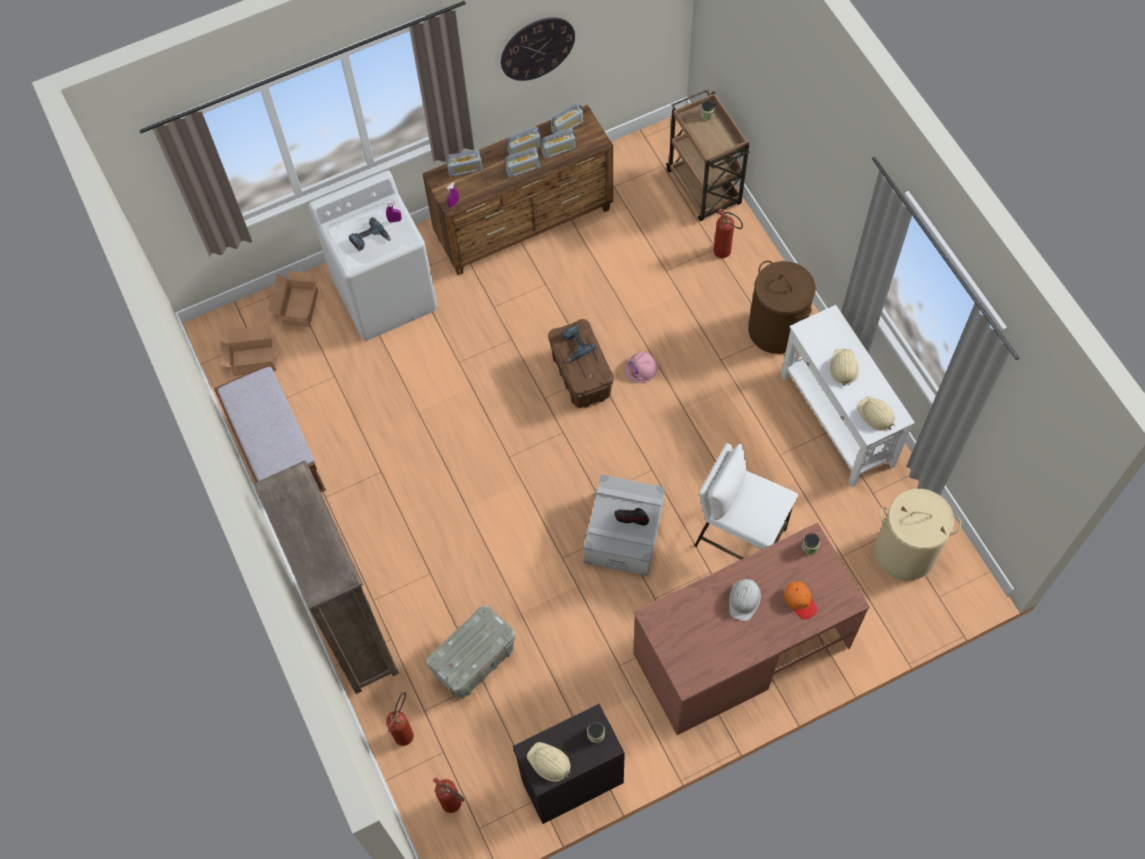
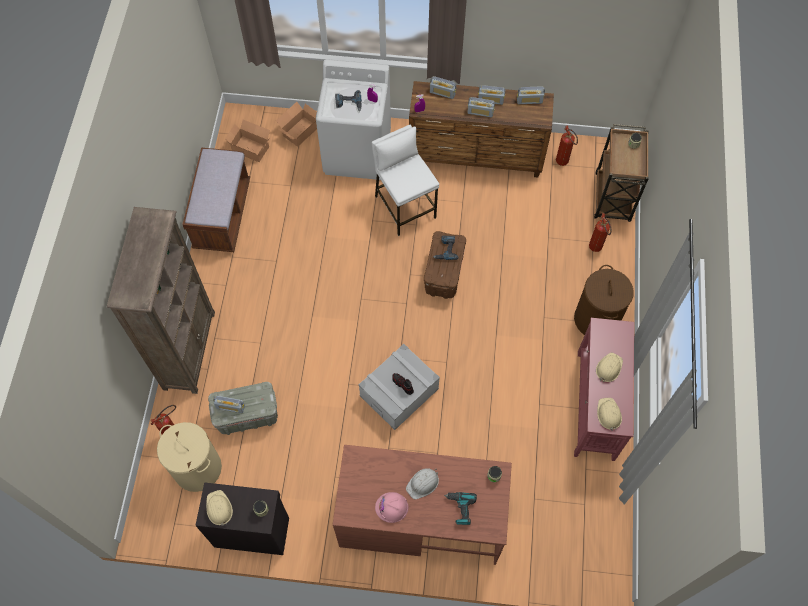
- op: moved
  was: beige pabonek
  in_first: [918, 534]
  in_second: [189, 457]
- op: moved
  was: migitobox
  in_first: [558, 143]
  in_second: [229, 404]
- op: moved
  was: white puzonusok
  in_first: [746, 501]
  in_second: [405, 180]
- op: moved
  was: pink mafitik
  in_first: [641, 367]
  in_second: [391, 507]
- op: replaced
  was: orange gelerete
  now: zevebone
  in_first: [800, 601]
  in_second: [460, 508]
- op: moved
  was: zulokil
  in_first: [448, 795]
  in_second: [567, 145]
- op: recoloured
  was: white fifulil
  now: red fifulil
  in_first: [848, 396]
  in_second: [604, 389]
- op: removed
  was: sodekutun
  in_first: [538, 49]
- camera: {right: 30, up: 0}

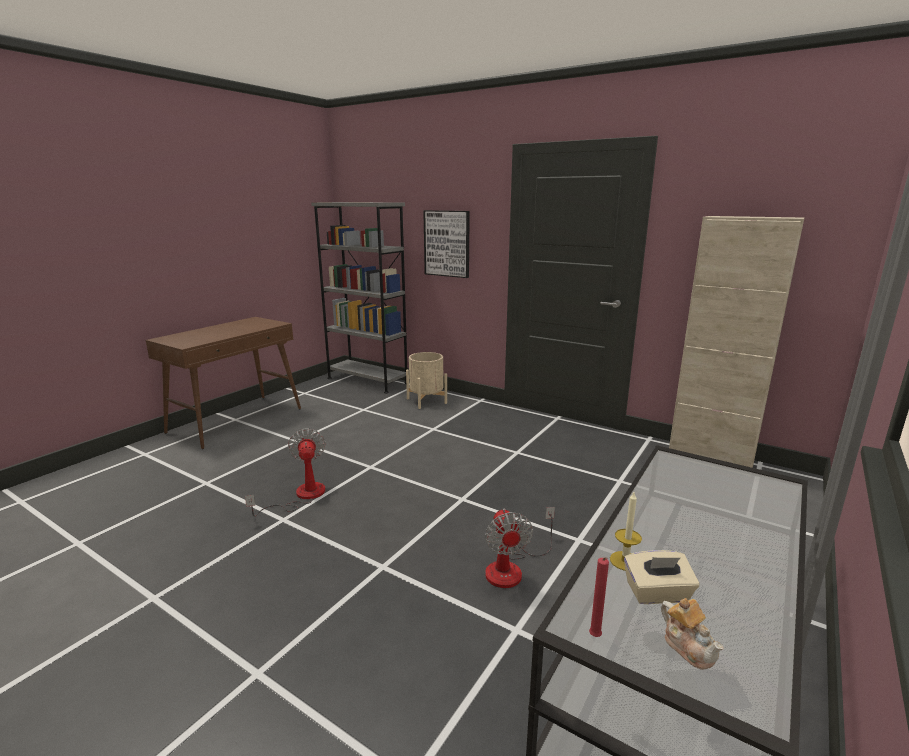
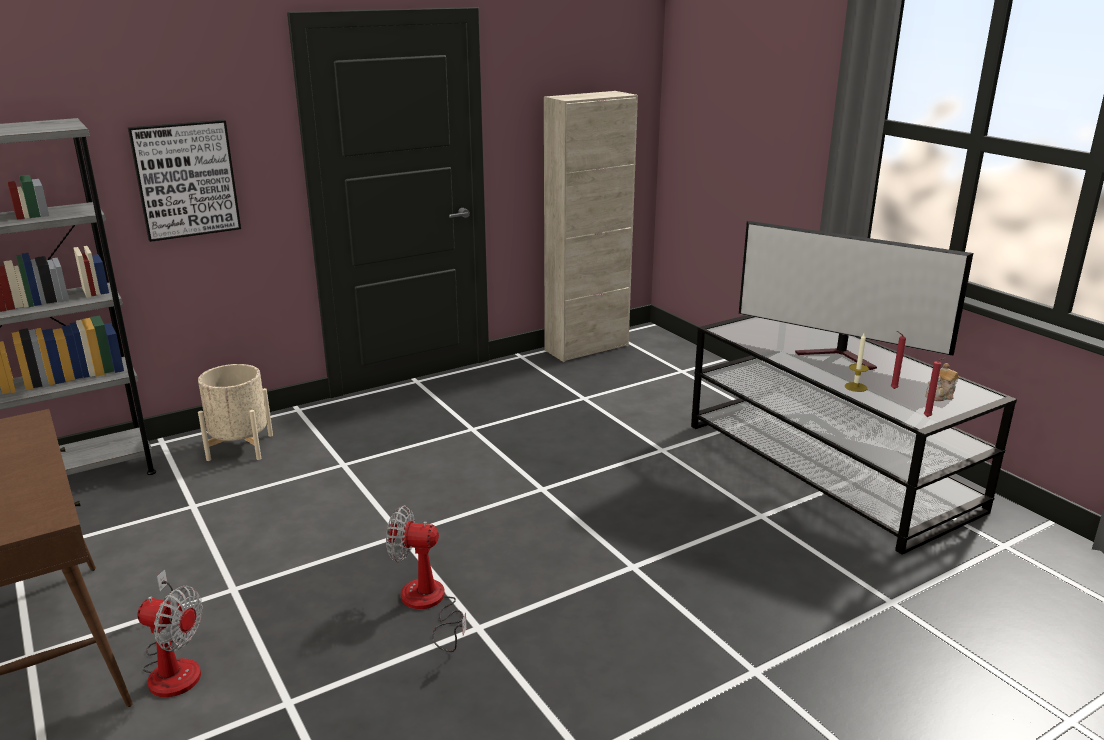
- op: moved
  was: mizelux
  in_first: [520, 547]
  in_second: [170, 633]
- op: added
  now: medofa
  in_second: [856, 295]
- op: replaced
  was: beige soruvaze
  now: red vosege
  in_first: [661, 577]
  in_second: [898, 360]
- op: turned
  was: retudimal
  in_first: [692, 634]
  in_second: [942, 382]
  clockwise: 150
- camera: {right: -65, up: 5}

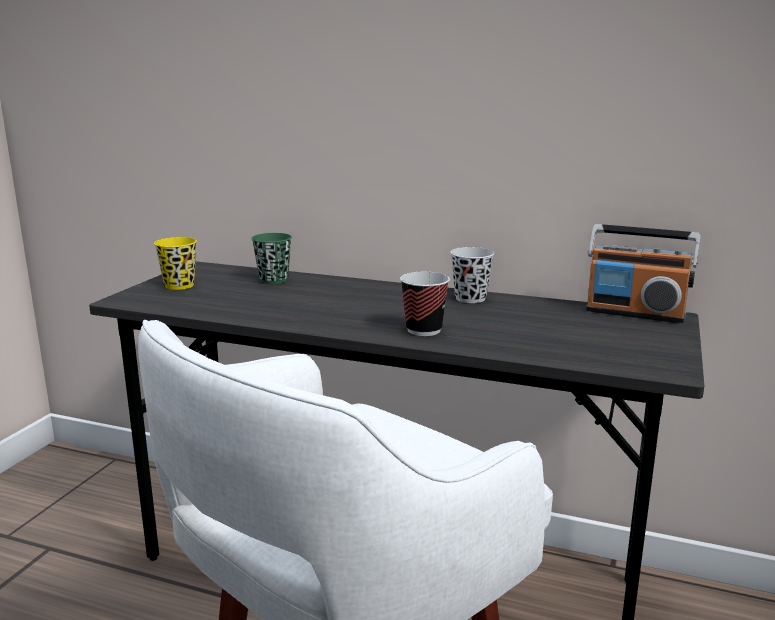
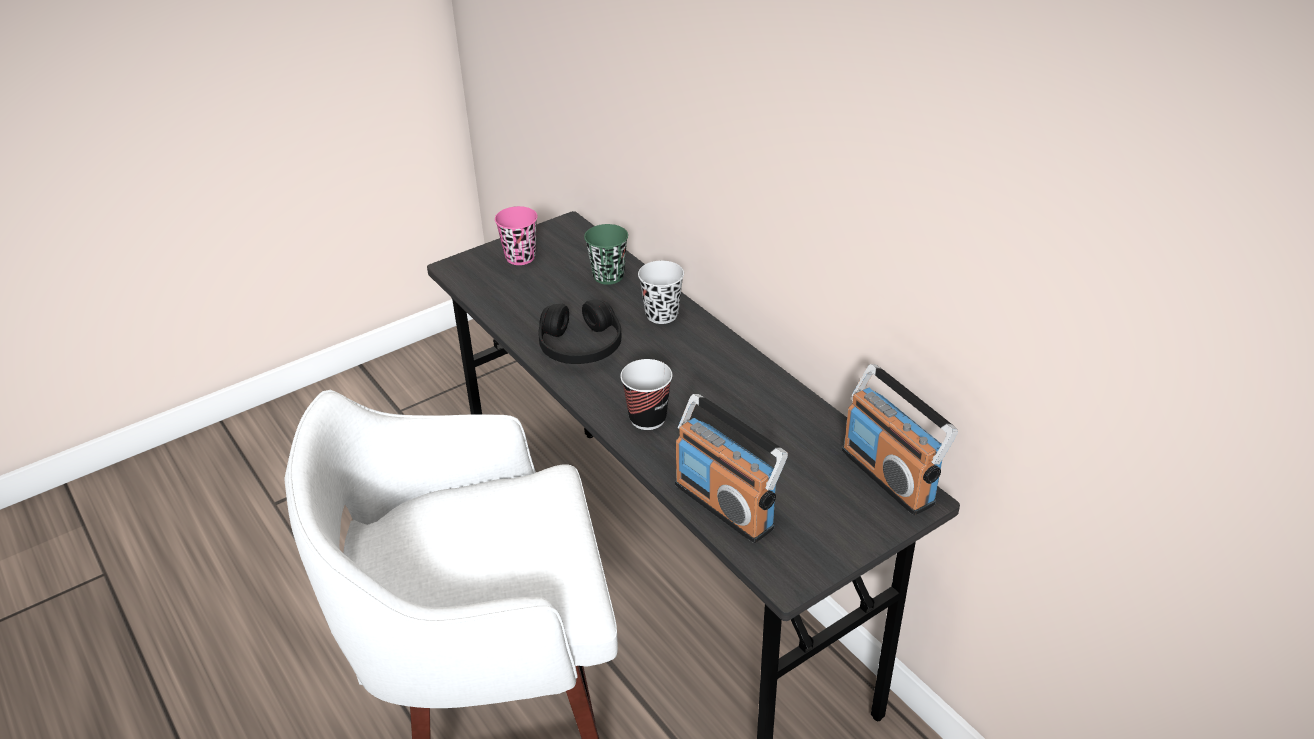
- op: recoloured
  was: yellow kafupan
  now: pink kafupan
  in_first: [175, 263]
  in_second: [516, 235]
- op: added
  now: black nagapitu
  in_second: [580, 331]
- op: moved
  was: black kafupan
  in_first: [472, 275]
  in_second: [661, 292]
- op: added
  now: migitobox
  in_second: [731, 468]
- camera: {right: 35, up: 20}

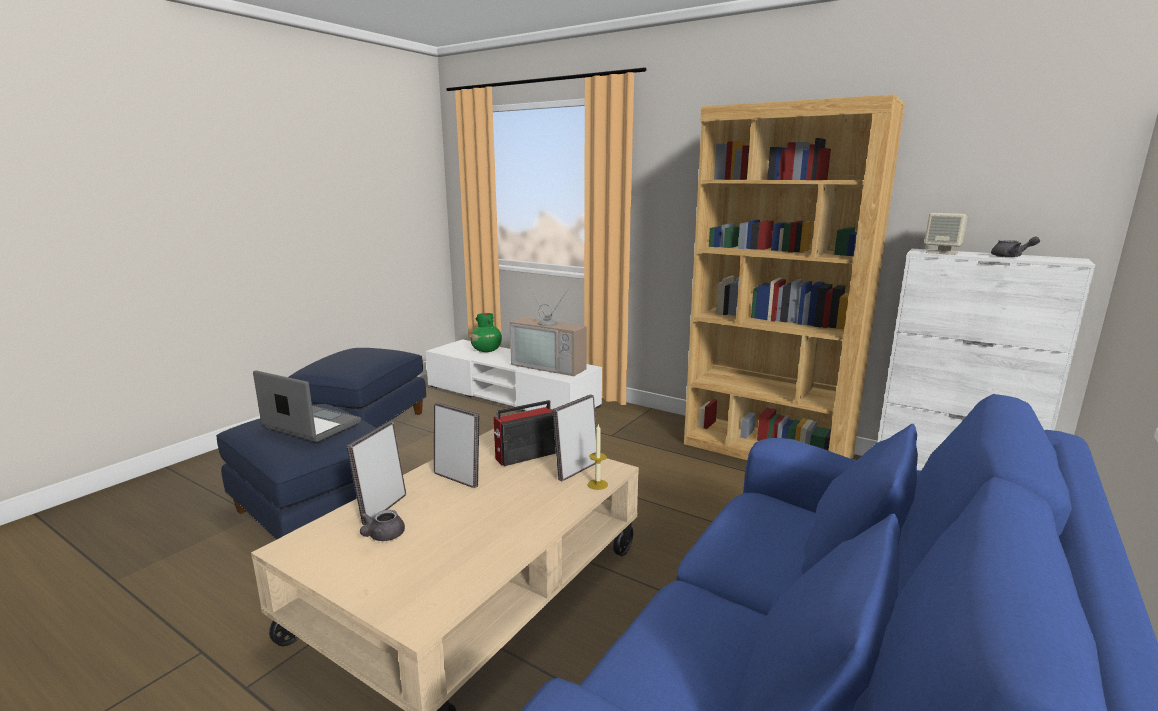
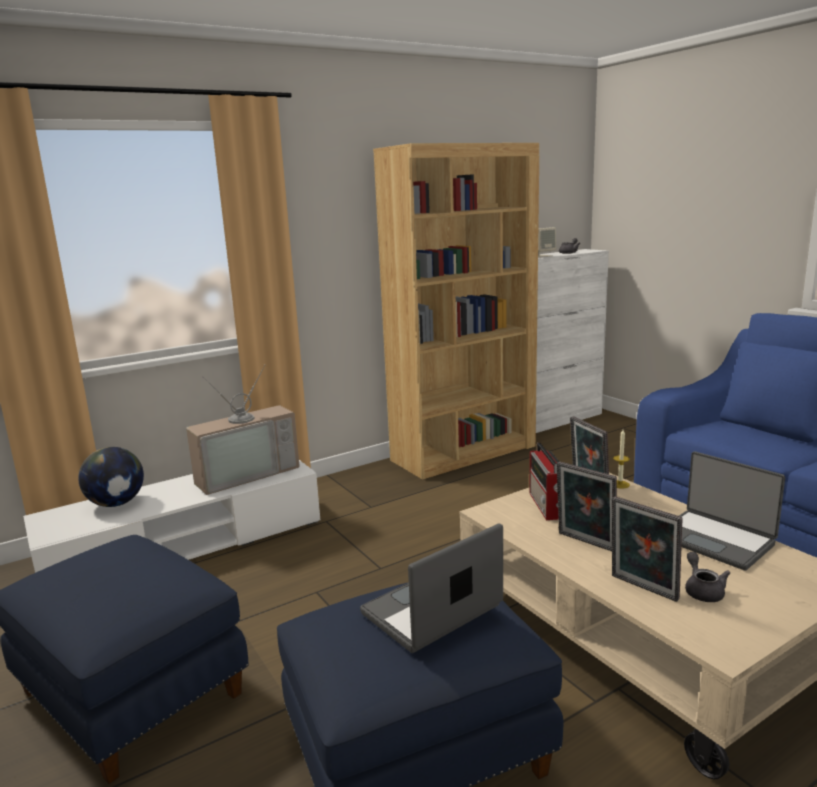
- op: replaced
  was: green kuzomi
  now: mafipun
  in_first: [486, 332]
  in_second: [111, 477]
- op: turned
  was: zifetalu
  in_first: [456, 445]
  in_second: [587, 506]
  clockwise: -105
- op: added
  now: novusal
  in_second: [732, 511]
- op: turned
  was: grey retudimal
  in_first: [382, 525]
  in_second: [707, 577]
  clockwise: -135
- camera: {right: -65, up: 0}

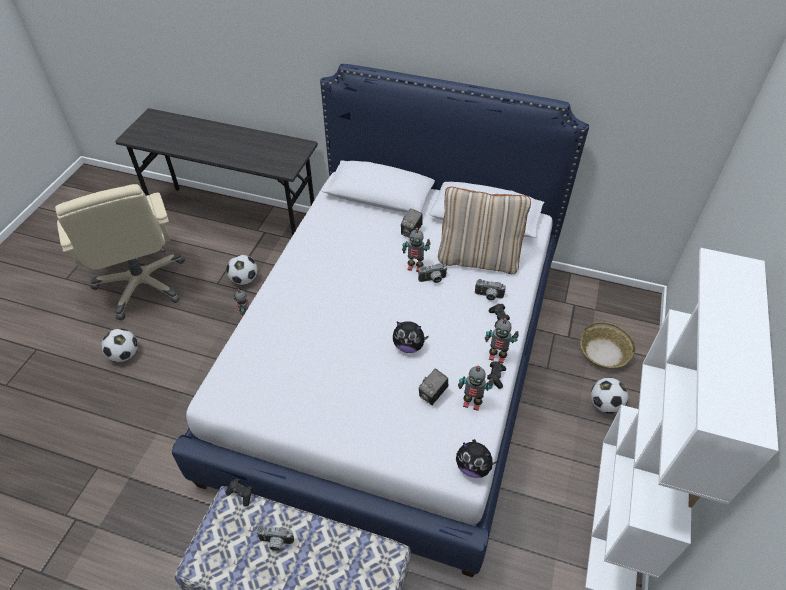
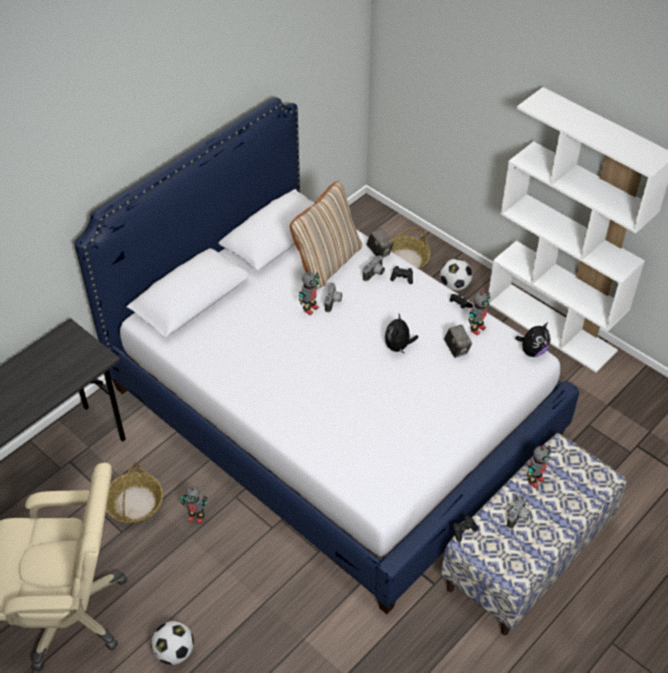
- op: replaced
  was: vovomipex
  now: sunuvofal
  in_first: [242, 270]
  in_second: [134, 492]
- op: moved
  was: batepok
  in_first: [412, 223]
  in_second: [380, 243]
- op: turned
  was: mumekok
  in_first: [411, 337]
  in_second: [401, 334]
  clockwise: 150
- op: moved
  was: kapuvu
  in_first: [502, 341]
  in_second: [539, 466]
- camera: {right: -65, up: 0}

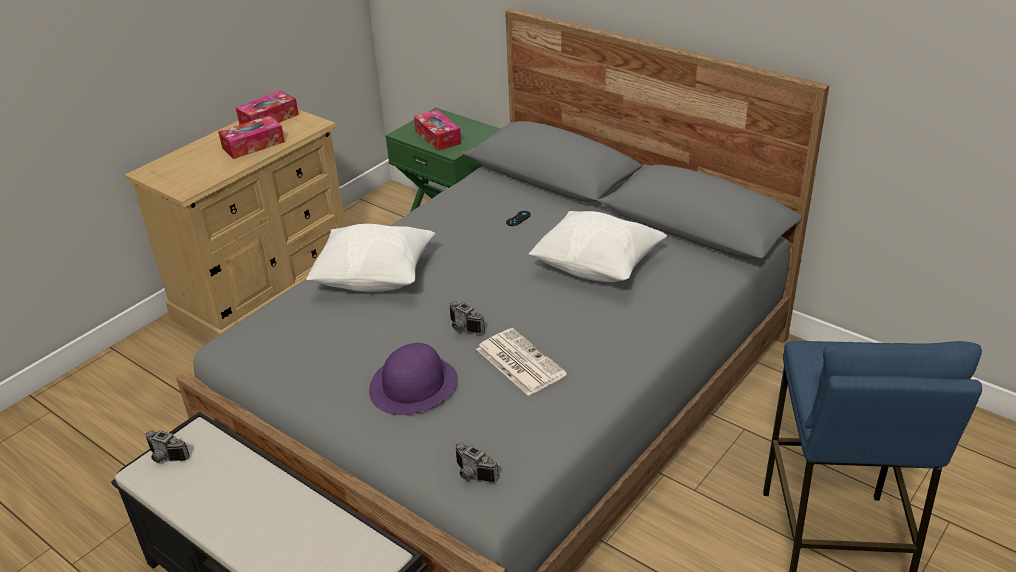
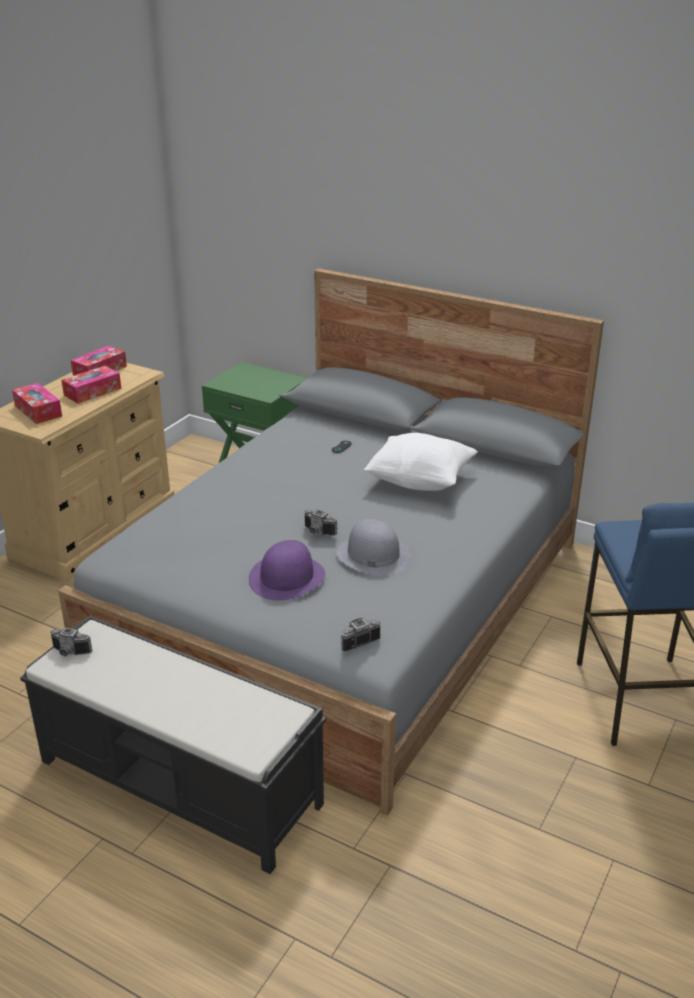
- op: moved
  was: soruvaze
  in_first: [437, 130]
  in_second: [37, 403]
- op: replaced
  was: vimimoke
  now: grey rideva
  in_first: [521, 362]
  in_second: [373, 547]
- op: turned
  was: batepok
  in_first: [477, 463]
  in_second: [361, 635]
  clockwise: 120
- op: removed
  was: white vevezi
  in_first: [370, 258]
- camera: {right: -10, up: -5}

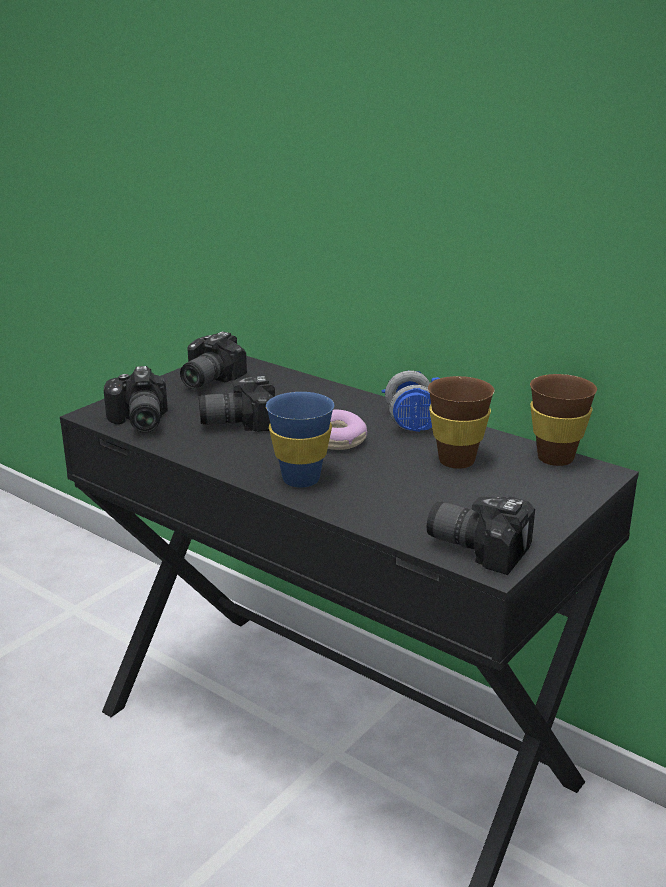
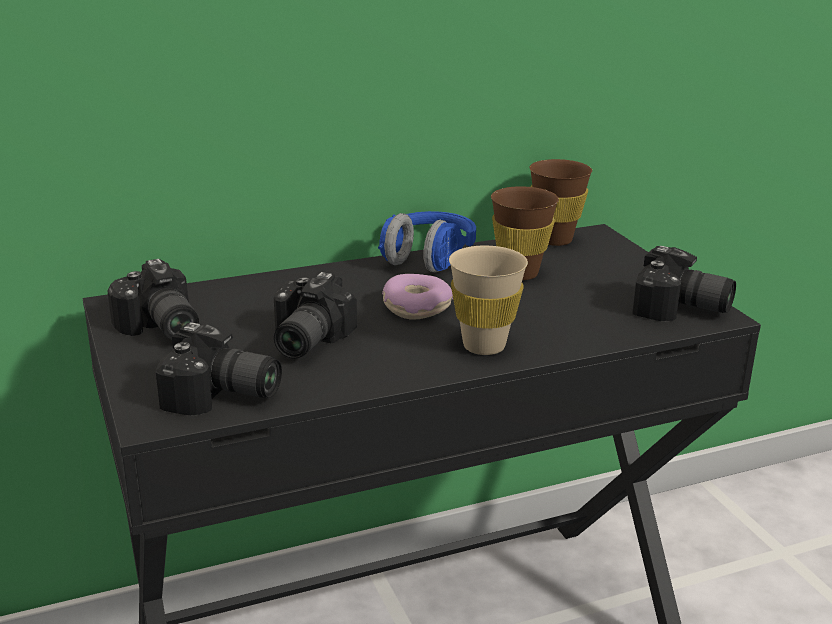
- op: recoloured
  was: blue kafupan
  now: beige kafupan
  in_first: [300, 440]
  in_second: [488, 300]
- op: turned
  was: batepok
  in_first: [481, 536]
  in_second: [684, 283]
  clockwise: -120
- camera: {right: -60, up: 0}

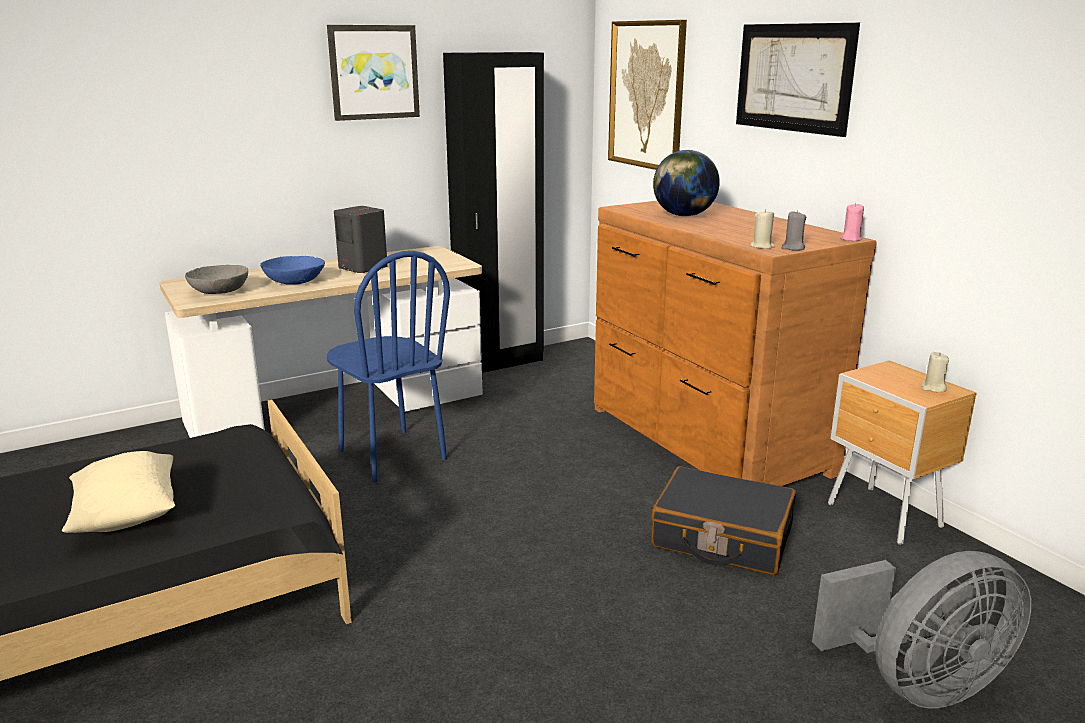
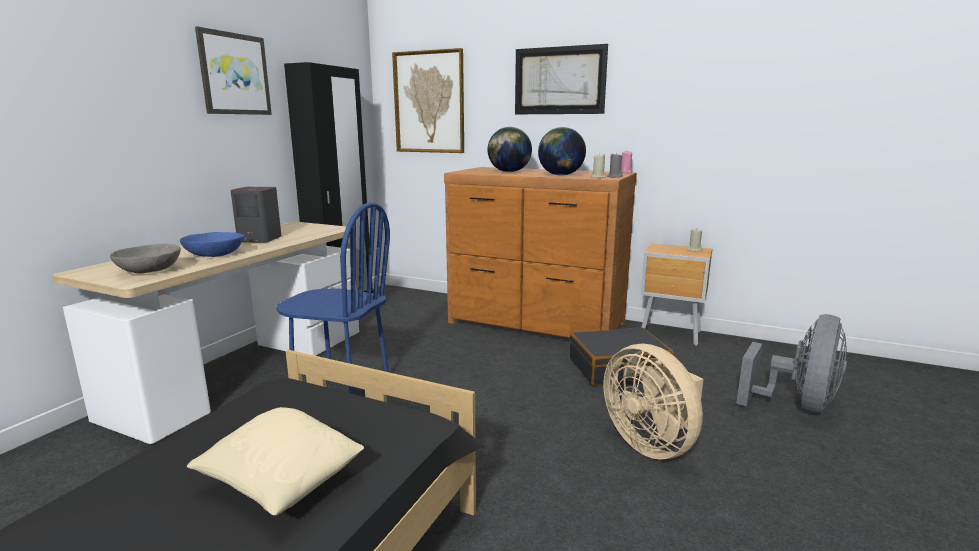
- op: added
  now: mafipun
  in_second: [562, 151]
- op: added
  now: beige mizelux
  in_second: [653, 401]
- camera: {right: -35, up: -5}

